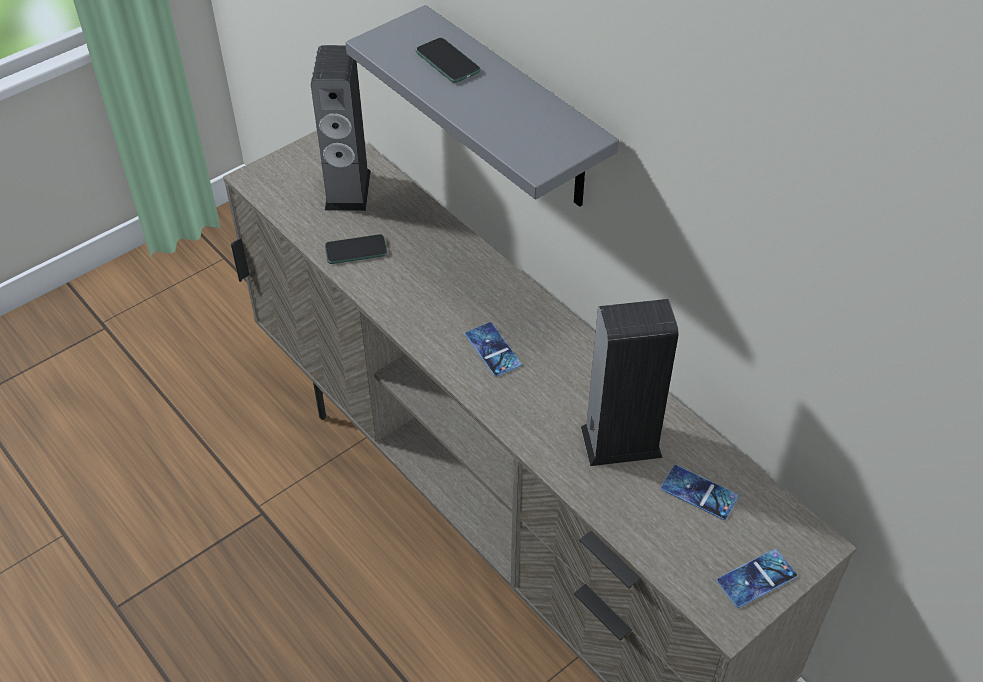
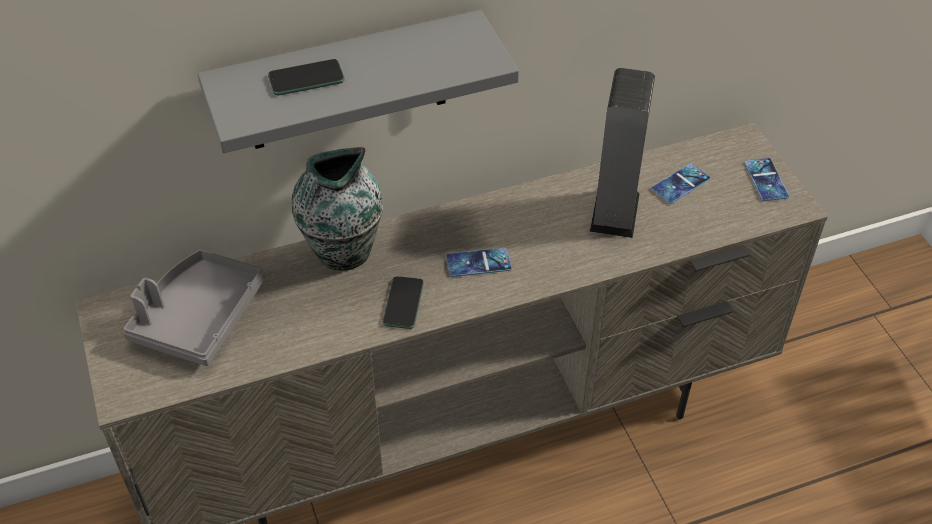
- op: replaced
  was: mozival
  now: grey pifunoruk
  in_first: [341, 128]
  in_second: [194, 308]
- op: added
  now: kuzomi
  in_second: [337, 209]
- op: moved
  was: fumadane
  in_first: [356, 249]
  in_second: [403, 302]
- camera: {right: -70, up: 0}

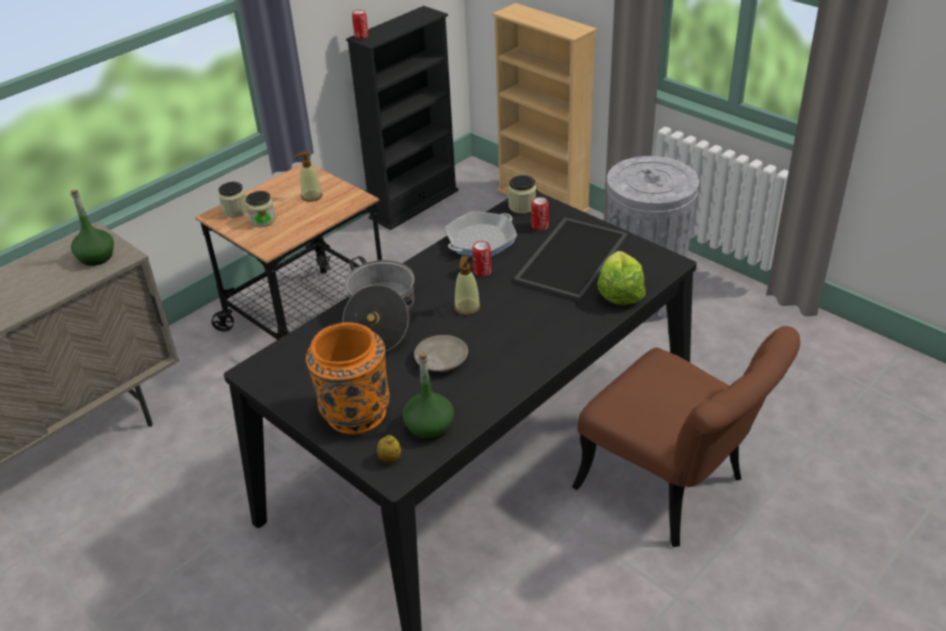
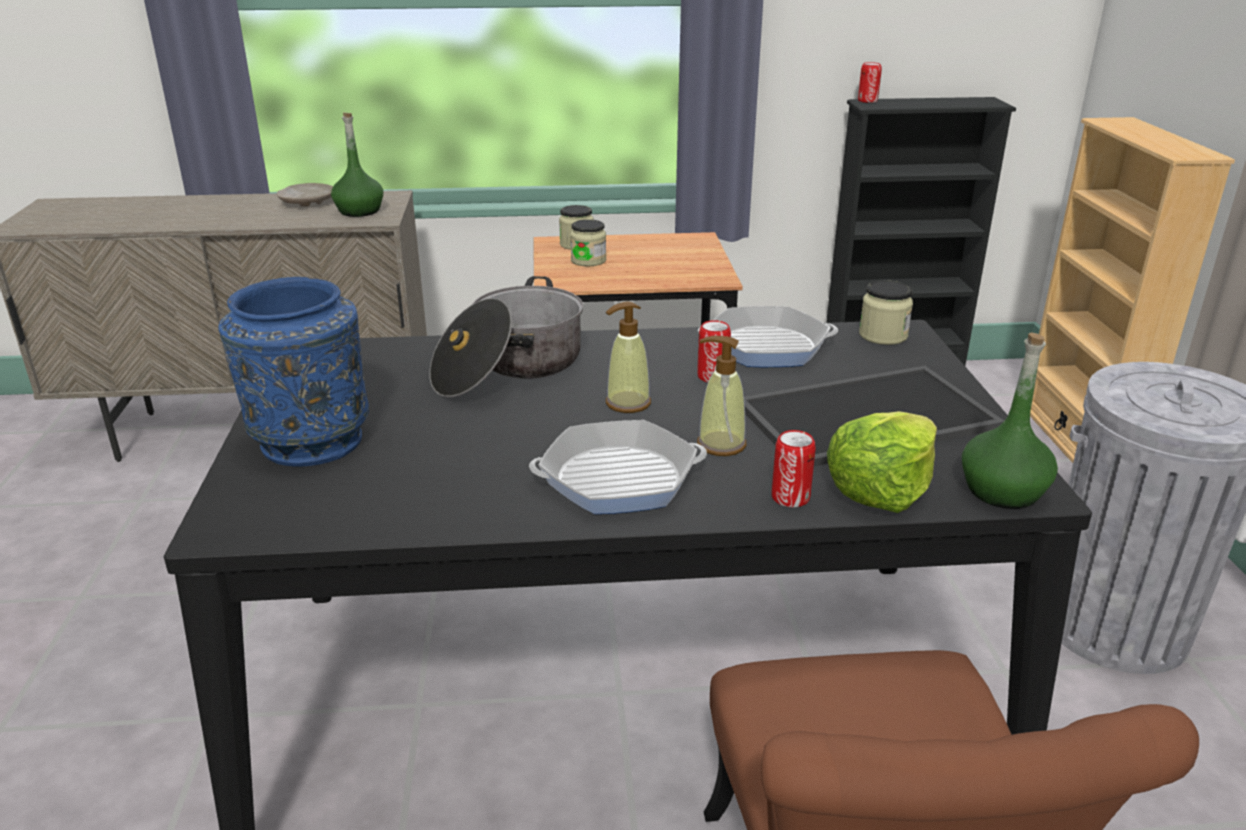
- op: recoloured
  was: orange kuzomi
  now: blue kuzomi
  in_first: [348, 378]
  in_second: [293, 372]
- op: moved
  was: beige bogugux
  in_first: [441, 353]
  in_second: [305, 195]
- op: added
  now: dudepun
  in_second: [618, 467]
- op: moved
  was: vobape
  in_first: [308, 177]
  in_second: [721, 396]
- op: moved
  was: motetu
  in_first: [540, 214]
  in_second: [794, 468]
- op: moved
  was: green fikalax
  in_first: [428, 396]
  in_second: [1010, 420]
- op: removed
  was: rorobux
  in_first: [389, 449]
- camera: {right: 40, up: -10}

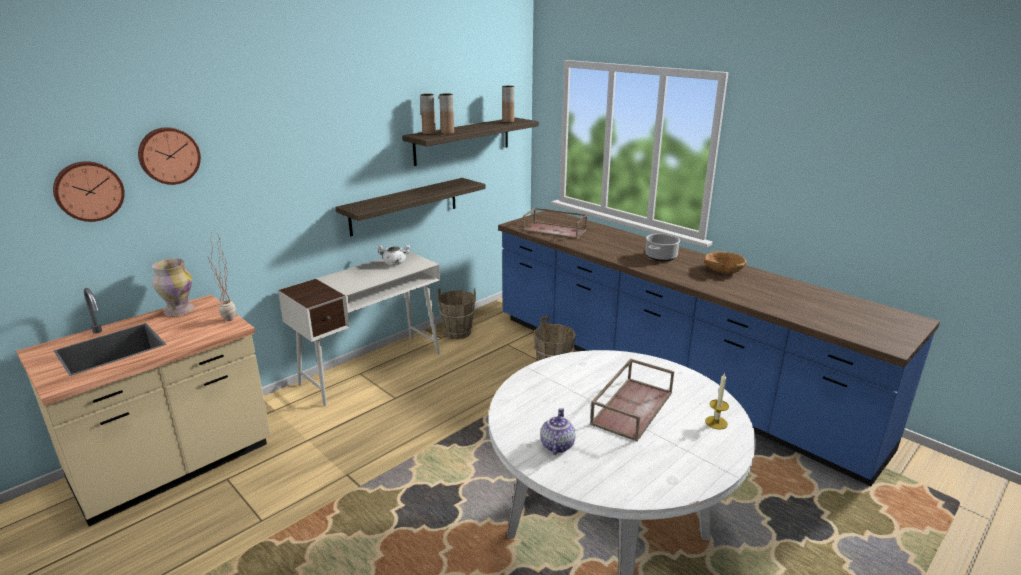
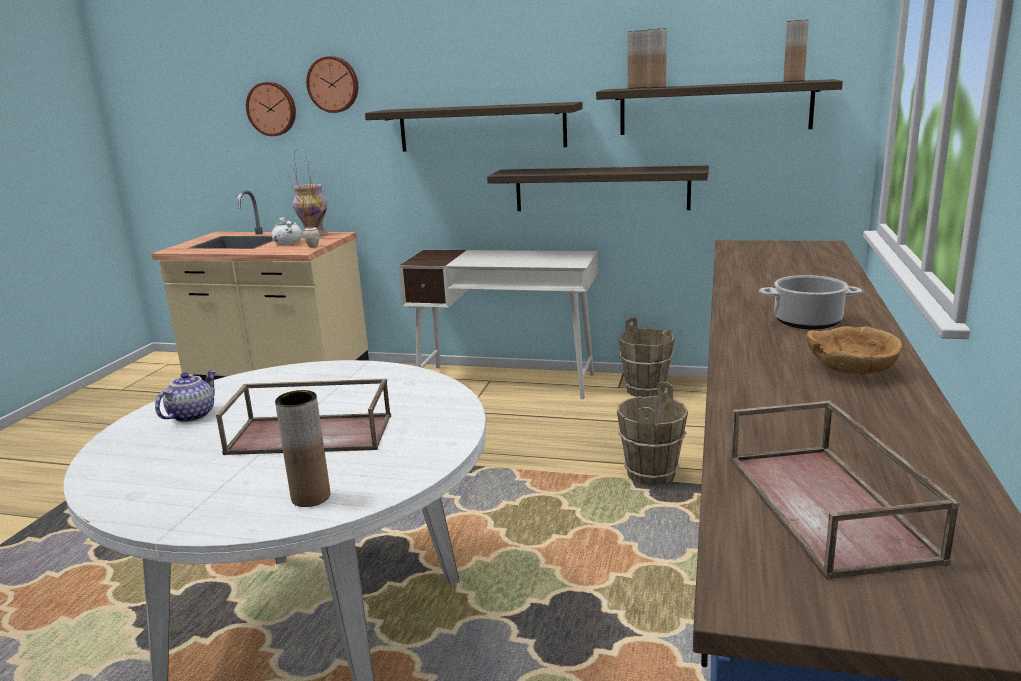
- op: turned
  was: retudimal
  in_first: [558, 431]
  in_second: [185, 396]
  clockwise: -45
- op: moved
  was: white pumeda
  in_first: [393, 255]
  in_second: [287, 231]
- op: replaced
  was: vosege
  now: brown kuzomi
  in_first: [717, 400]
  in_second: [302, 448]
- op: added
  now: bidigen
  in_second: [474, 127]
- op: moved
  was: brown pifunoruk
  in_first: [555, 223]
  in_second: [845, 490]
- camera: {right: 60, up: -5}

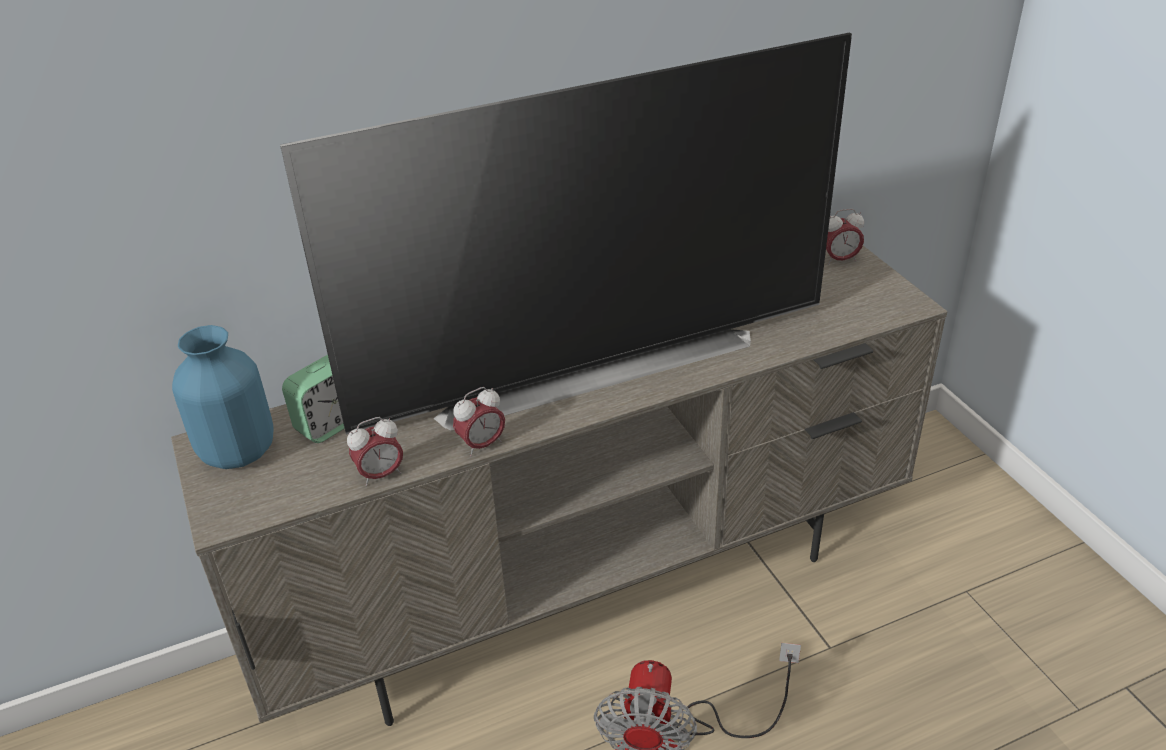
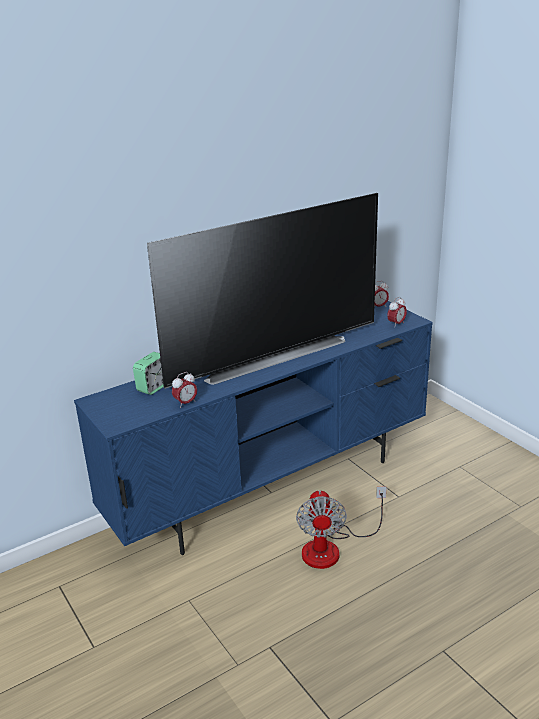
- op: recoloured
  was: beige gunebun
  now: blue gunebun
  in_first: [559, 486]
  in_second: [253, 428]
- op: moved
  was: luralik
  in_first: [479, 421]
  in_second: [397, 311]
- op: removed
  was: blue kuzomi
  in_first: [223, 397]
- camera: {right: -10, up: -10}

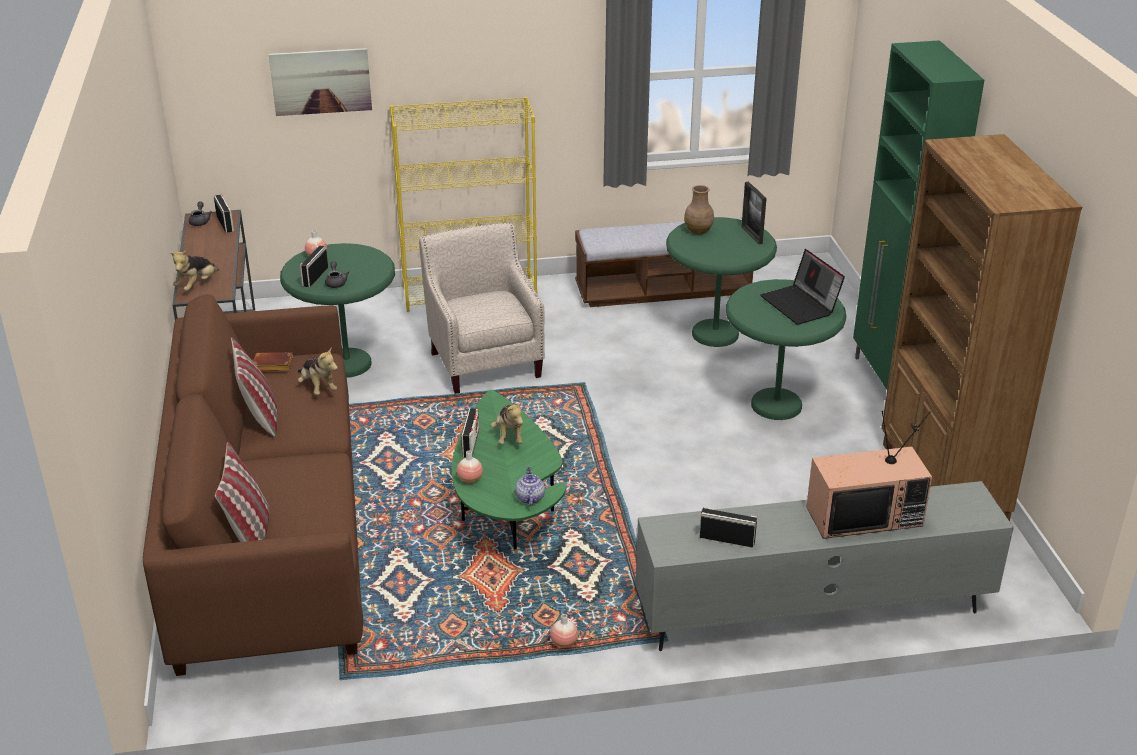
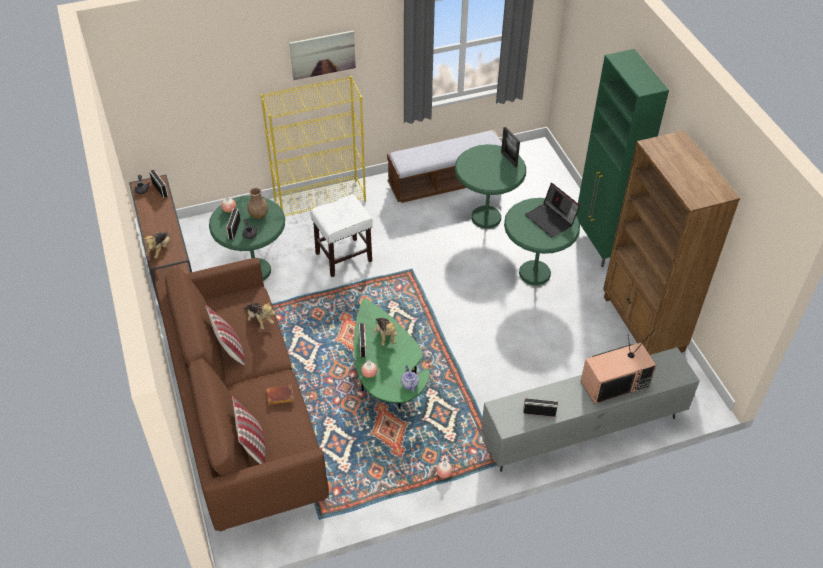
- op: moved
  was: brown kuzomi
  in_first: [699, 210]
  in_second: [257, 203]
- op: moved
  was: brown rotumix
  in_first: [273, 361]
  in_second: [280, 395]
- op: moved
  was: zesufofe
  in_first: [320, 82]
  in_second: [322, 55]
- op: replaced
  was: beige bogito
  now: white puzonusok
  in_first: [482, 308]
  in_second: [342, 235]
- camera: {right: -10, up: 15}

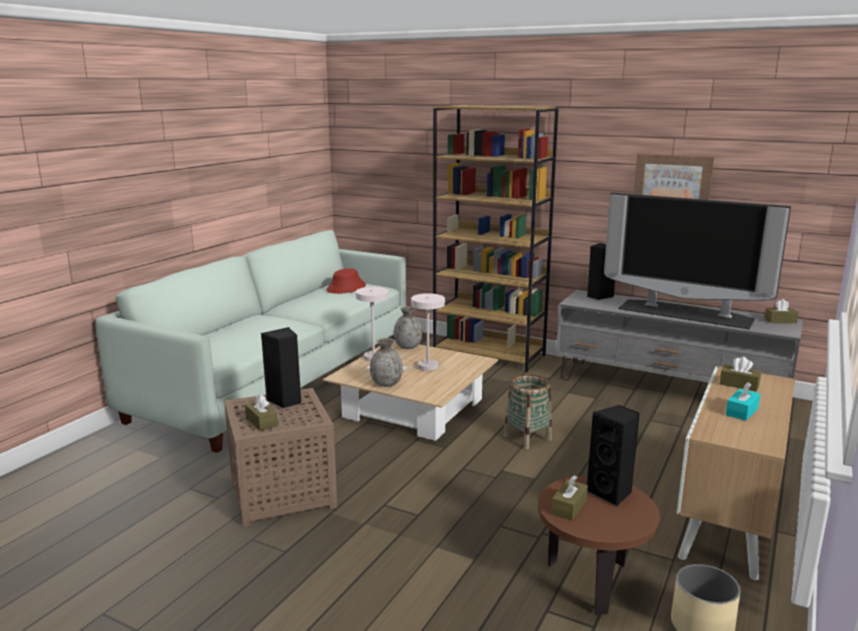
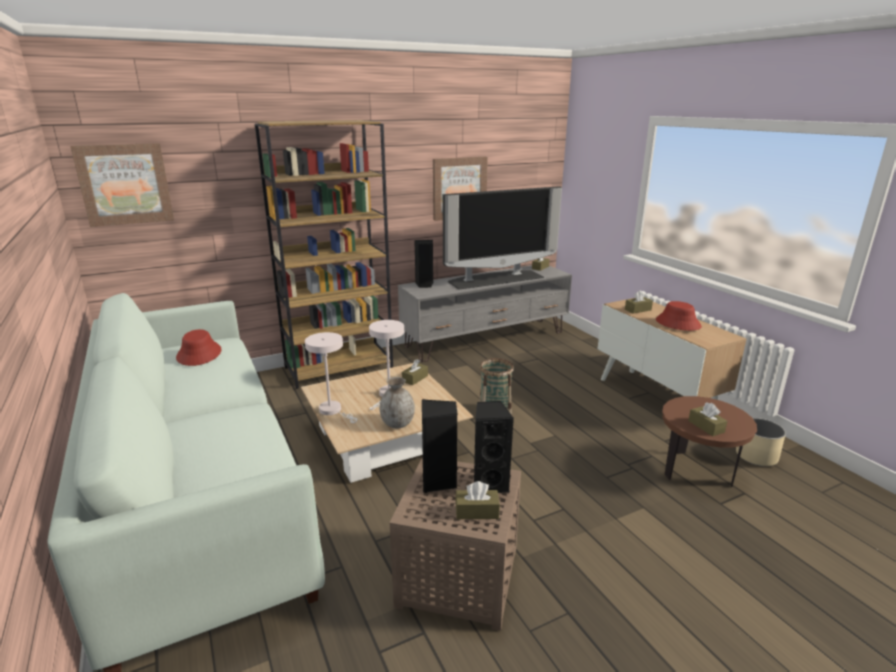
- op: added
  now: zesufofe
  in_second: [122, 185]
- op: added
  now: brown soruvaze
  in_second: [415, 372]
- op: moved
  was: black mozival
  in_first: [613, 455]
  in_second: [494, 447]
- op: replaced
  was: turquoise soruvaze
  now: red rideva
  in_first: [743, 401]
  in_second: [679, 316]
- op: removed
  was: grey kuzomi
  in_first: [408, 327]
- camera: {right: -55, up: 5}

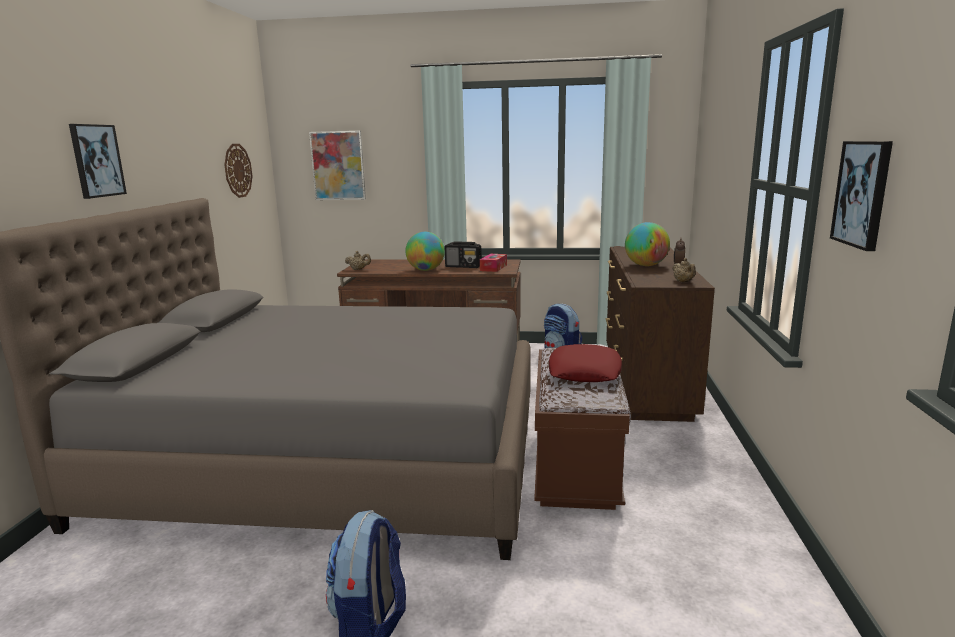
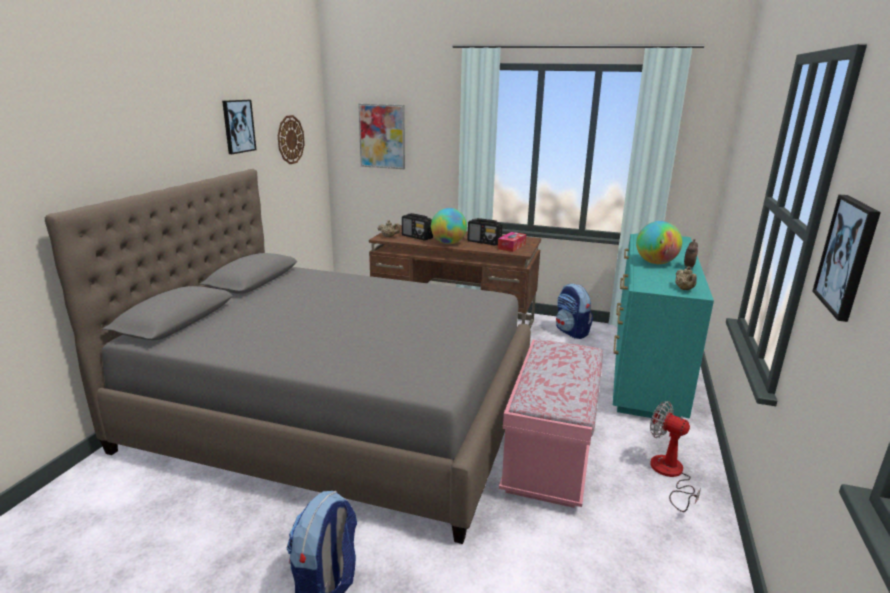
- op: moved
  was: zesufofe
  in_first: [98, 161]
  in_second: [239, 127]
- op: added
  now: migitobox
  in_second: [417, 227]
- op: recoloured
  was: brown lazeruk
  now: pink lazeruk
  in_first: [582, 429]
  in_second: [551, 423]
- op: recoloured
  was: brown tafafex
  now: turquoise tafafex
  in_first: [660, 334]
  in_second: [663, 326]
- op: added
  now: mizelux
  in_second: [675, 456]
- op: removed
  was: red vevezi
  in_first: [585, 363]
- camera: {right: 10, up: 5}

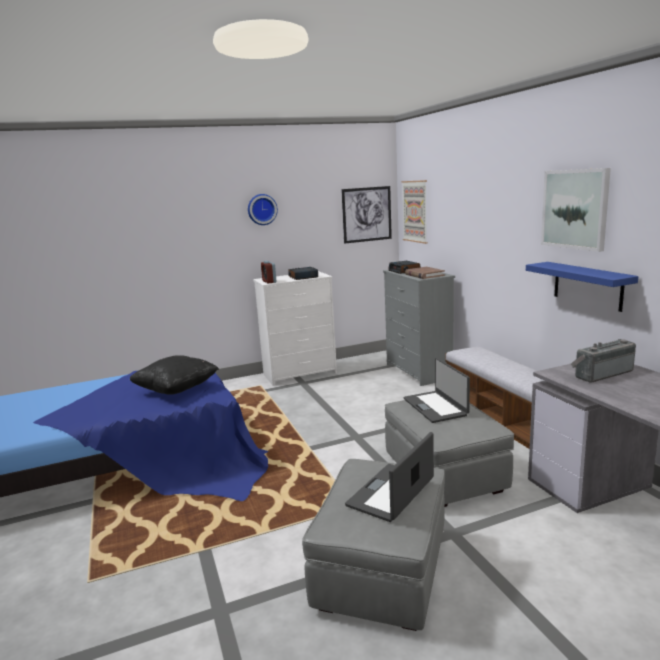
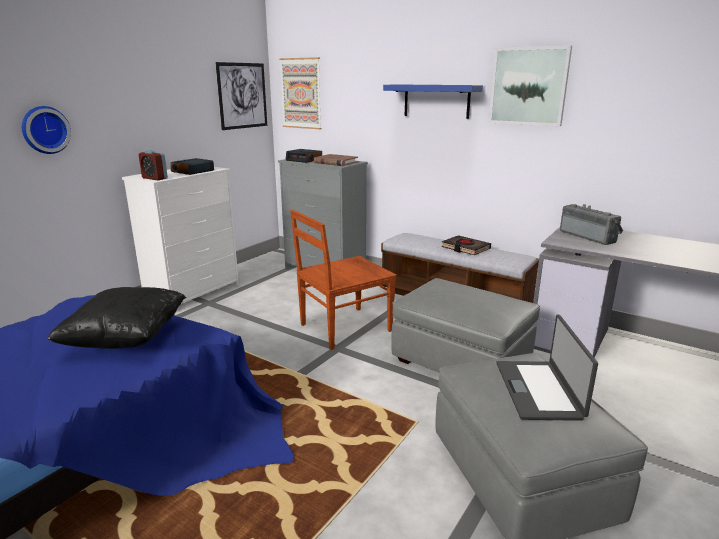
- op: moved
  was: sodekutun
  in_first: [263, 209]
  in_second: [46, 130]
- op: added
  now: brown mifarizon
  in_second: [343, 279]
- op: moved
  was: blue bidigen
  in_first: [582, 287]
  in_second: [433, 101]
- op: added
  now: black rotumix
  in_second: [466, 245]
- op: turned
  was: migitobox
  in_first: [603, 361]
  in_second: [591, 224]
  clockwise: 120
- op: removed
  was: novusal
  in_first: [436, 390]
- camera: {right: -35, up: 5}

